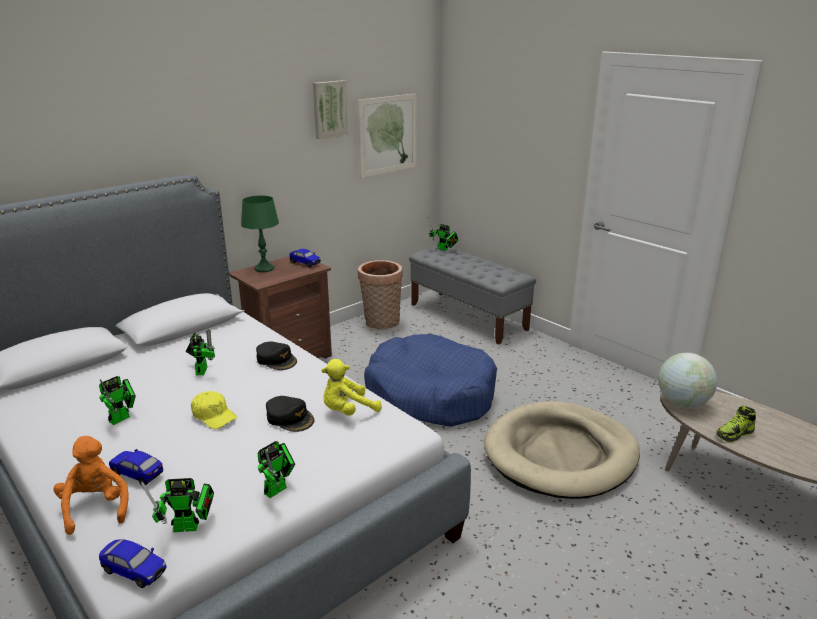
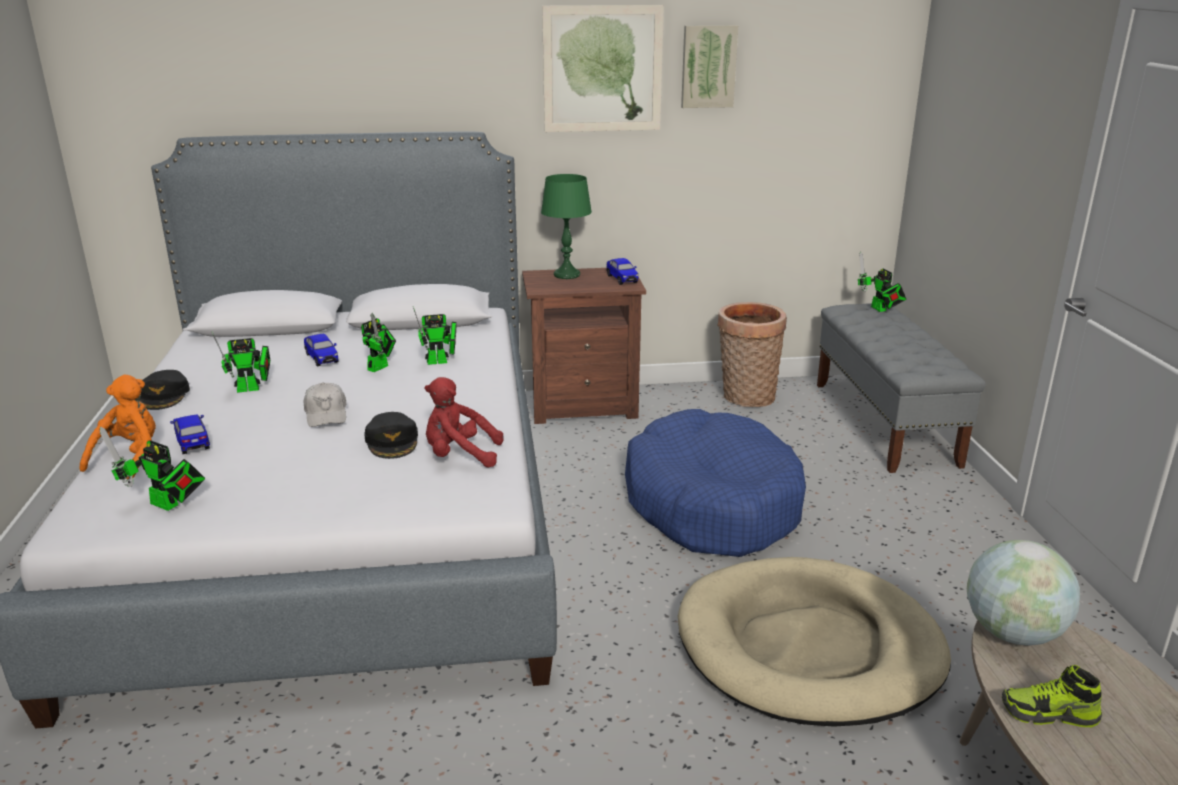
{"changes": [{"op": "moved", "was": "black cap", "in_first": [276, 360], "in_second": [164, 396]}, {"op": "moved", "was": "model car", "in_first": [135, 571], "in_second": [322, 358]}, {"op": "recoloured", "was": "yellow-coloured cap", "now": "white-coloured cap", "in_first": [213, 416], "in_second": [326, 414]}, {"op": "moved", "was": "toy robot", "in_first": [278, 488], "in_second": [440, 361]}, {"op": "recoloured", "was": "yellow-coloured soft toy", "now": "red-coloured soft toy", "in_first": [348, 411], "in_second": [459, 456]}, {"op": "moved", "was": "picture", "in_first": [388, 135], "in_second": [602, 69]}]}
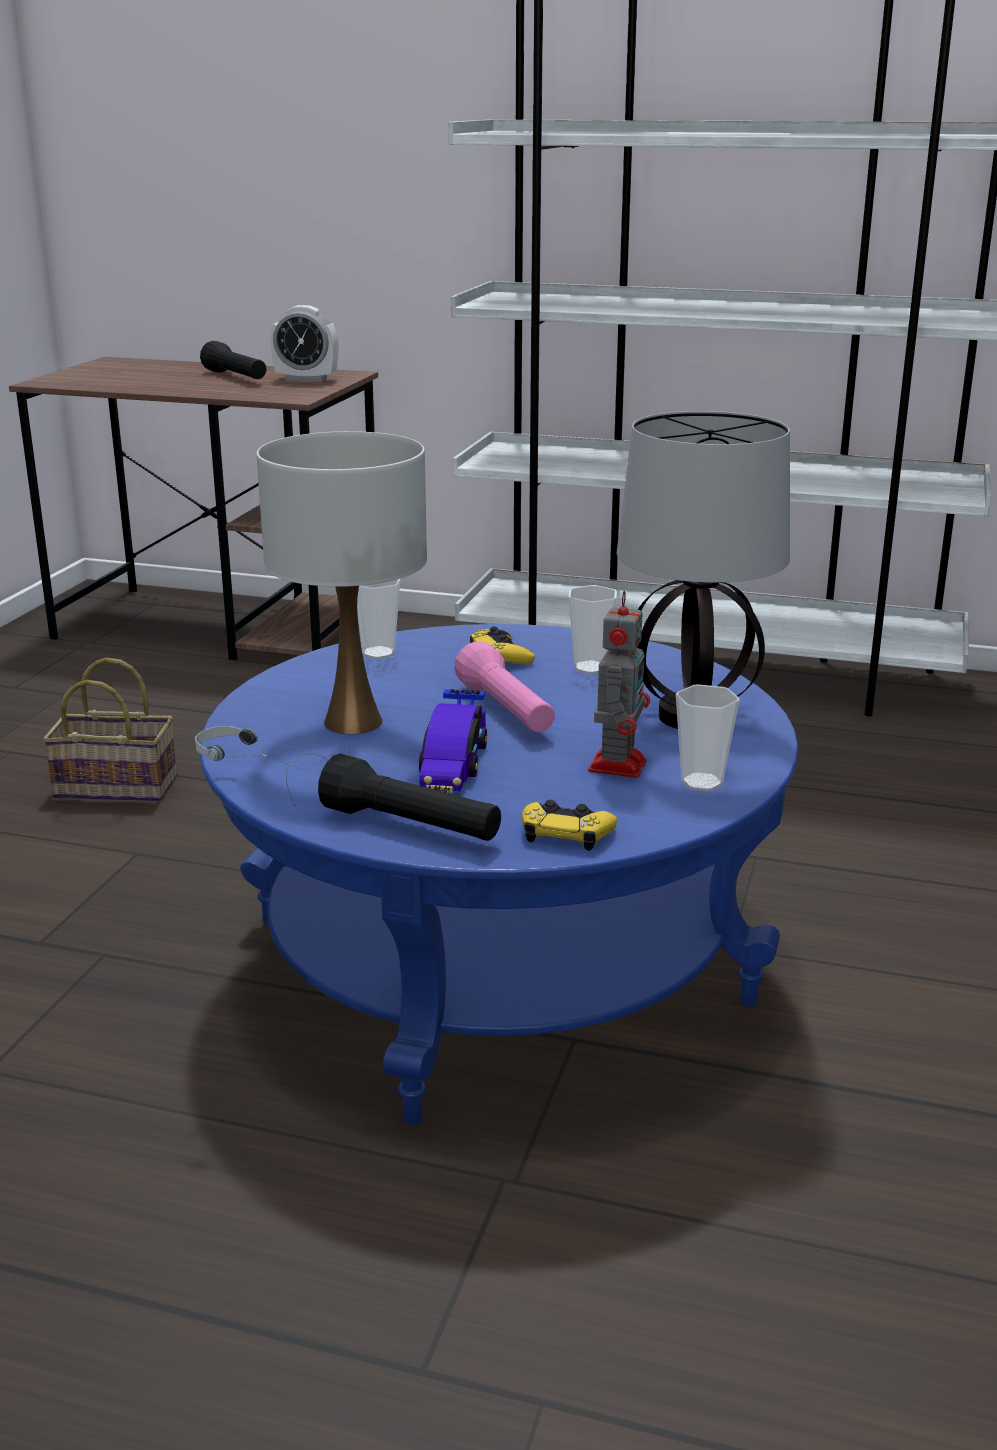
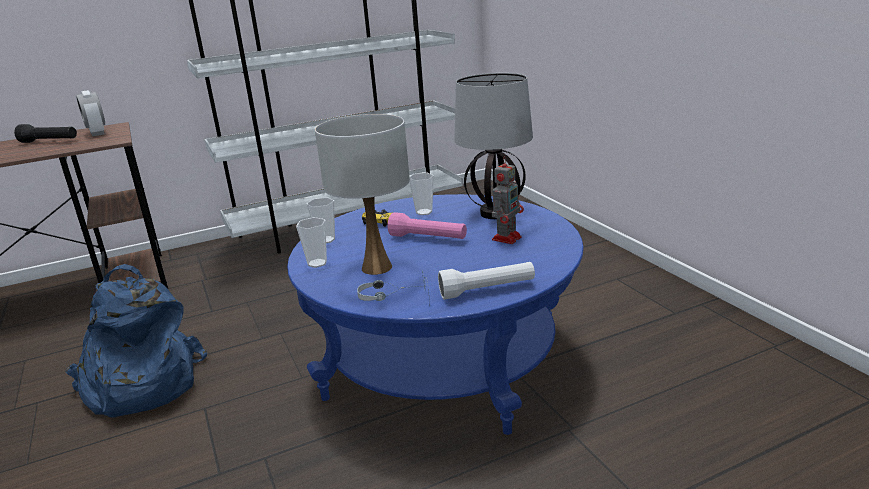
{"changes": [{"op": "replaced", "was": "household basket", "now": "bluish backpack", "in_first": [119, 786], "in_second": [140, 385]}, {"op": "turned", "was": "alarm clock", "in_first": [306, 379], "in_second": [97, 133], "clockwise": 90}, {"op": "moved", "was": "drinking cup", "in_first": [702, 783], "in_second": [317, 263]}, {"op": "recoloured", "was": "black hand torch", "now": "white-coloured hand torch", "in_first": [411, 827], "in_second": [487, 290]}, {"op": "turned", "was": "toy robot", "in_first": [618, 764], "in_second": [507, 238], "clockwise": 60}, {"op": "removed", "was": "model car", "in_first": [453, 762]}, {"op": "removed", "was": "yellow-coloured joypad", "in_first": [566, 833]}]}
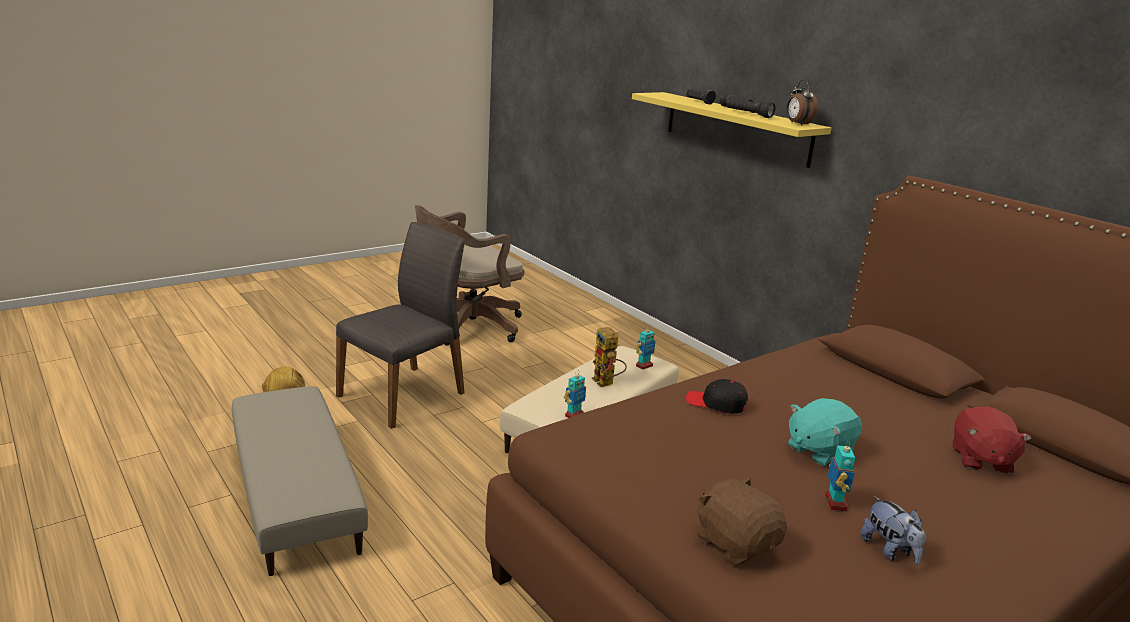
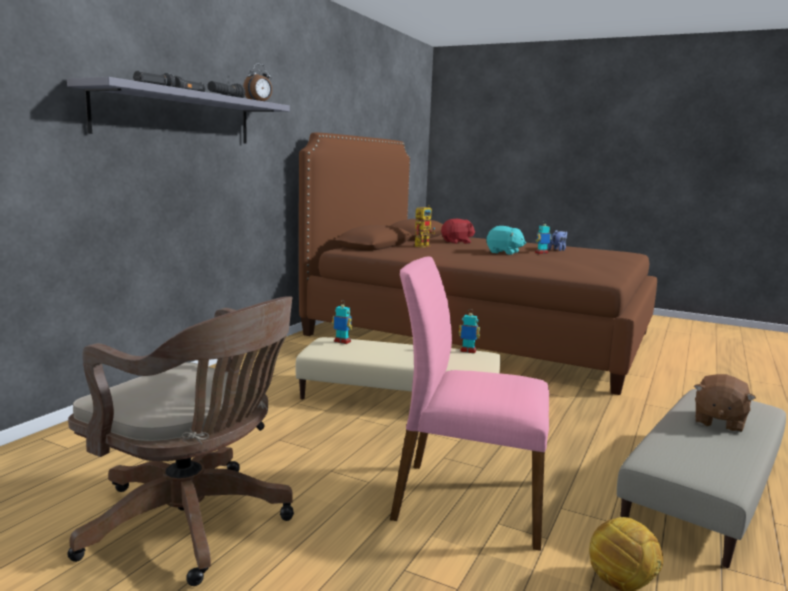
{"changes": [{"op": "recoloured", "was": "yellow-coloured wall shelf", "now": "grey wall shelf", "in_first": [736, 128], "in_second": [177, 116]}, {"op": "recoloured", "was": "grey upright chair", "now": "pinkish upright chair", "in_first": [404, 394], "in_second": [468, 500]}, {"op": "moved", "was": "toy robot", "in_first": [606, 383], "in_second": [423, 246]}, {"op": "moved", "was": "brownish soft toy", "in_first": [735, 544], "in_second": [718, 421]}, {"op": "removed", "was": "black cap", "in_first": [716, 404]}]}
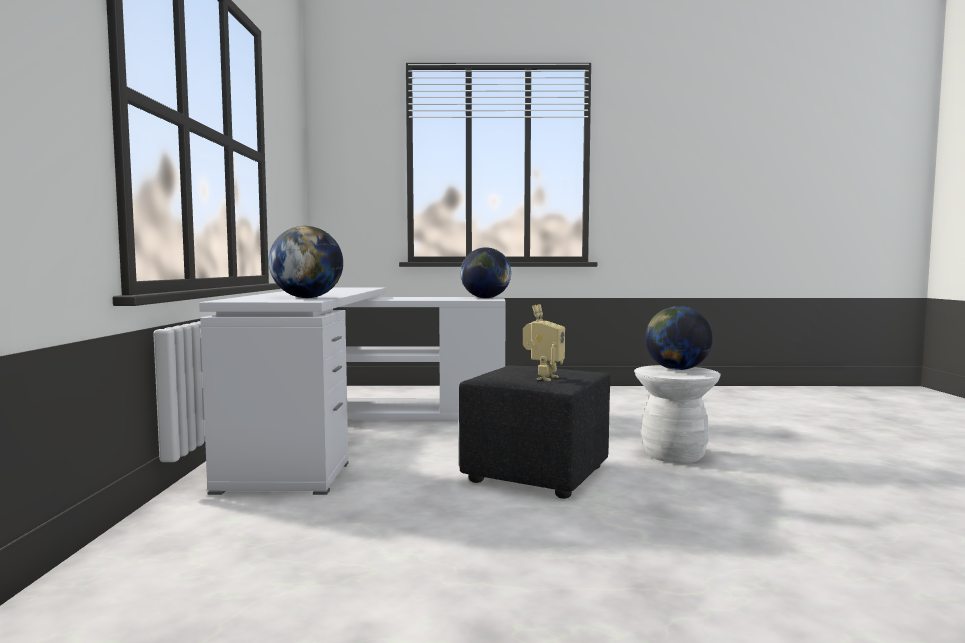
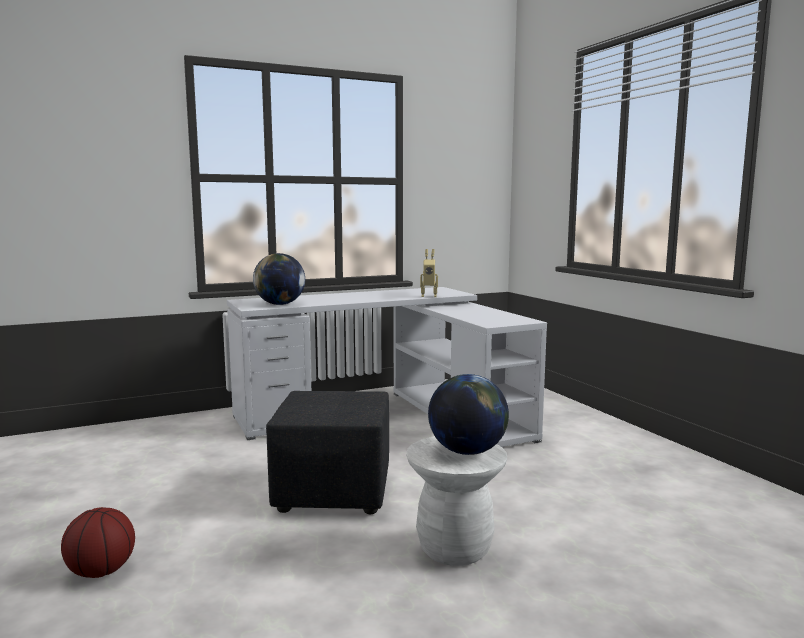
{"changes": [{"op": "added", "now": "ball for basketball", "in_second": [101, 571]}, {"op": "moved", "was": "toy robot", "in_first": [543, 378], "in_second": [429, 296]}, {"op": "removed", "was": "globe", "in_first": [485, 298]}]}
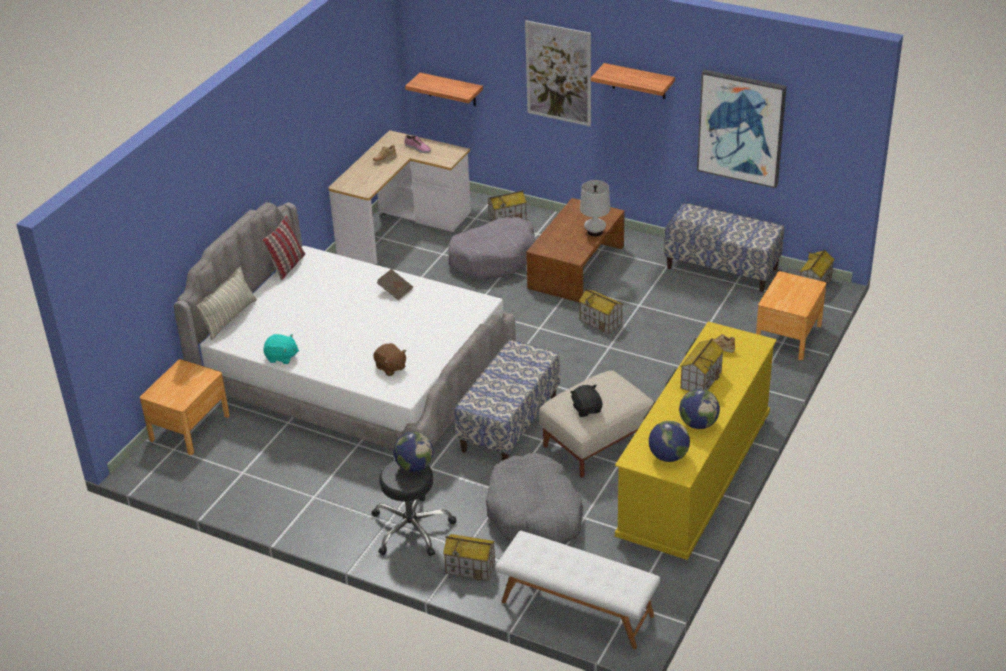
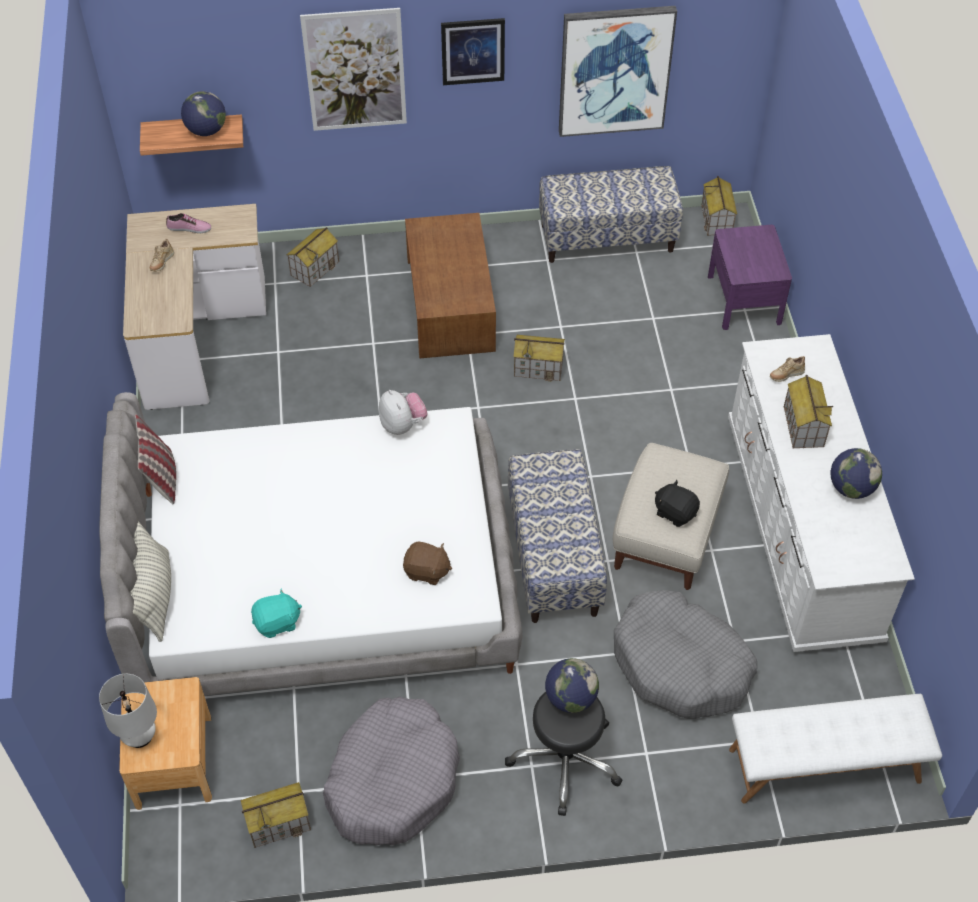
{"changes": [{"op": "moved", "was": "white-coloured table lamp", "in_first": [595, 232], "in_second": [139, 736]}, {"op": "moved", "was": "globe", "in_first": [668, 456], "in_second": [206, 131]}, {"op": "moved", "was": "toy house", "in_first": [470, 567], "in_second": [279, 823]}, {"op": "moved", "was": "grey dog bed", "in_first": [494, 258], "in_second": [392, 779]}, {"op": "added", "now": "soft toy", "in_second": [402, 425]}, {"op": "replaced", "was": "wall shelf", "now": "picture", "in_first": [639, 81], "in_second": [473, 51]}, {"op": "recoloured", "was": "brownish nightstand", "now": "purple-coloured nightstand", "in_first": [788, 336], "in_second": [744, 299]}, {"op": "recoloured", "was": "yellow-coloured dresser", "now": "white-coloured dresser", "in_first": [694, 477], "in_second": [800, 529]}, {"op": "removed", "was": "brownish book", "in_first": [395, 290]}]}
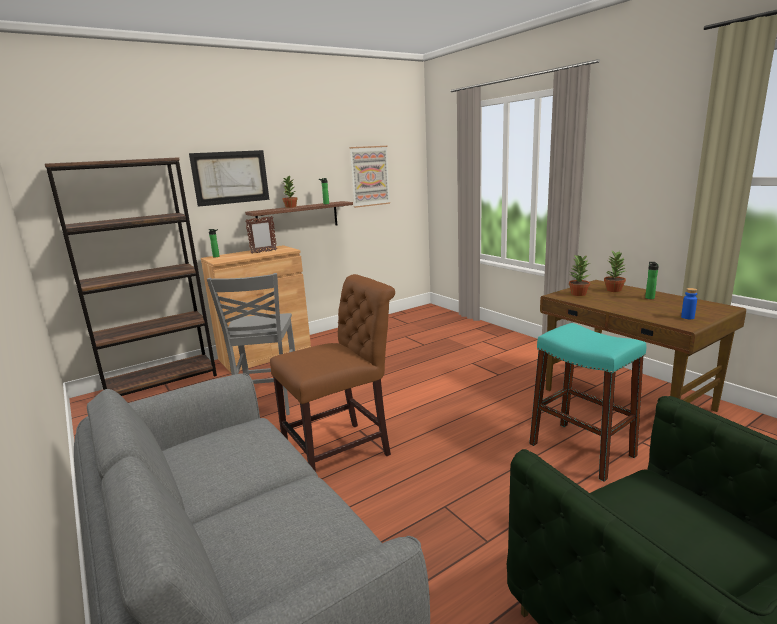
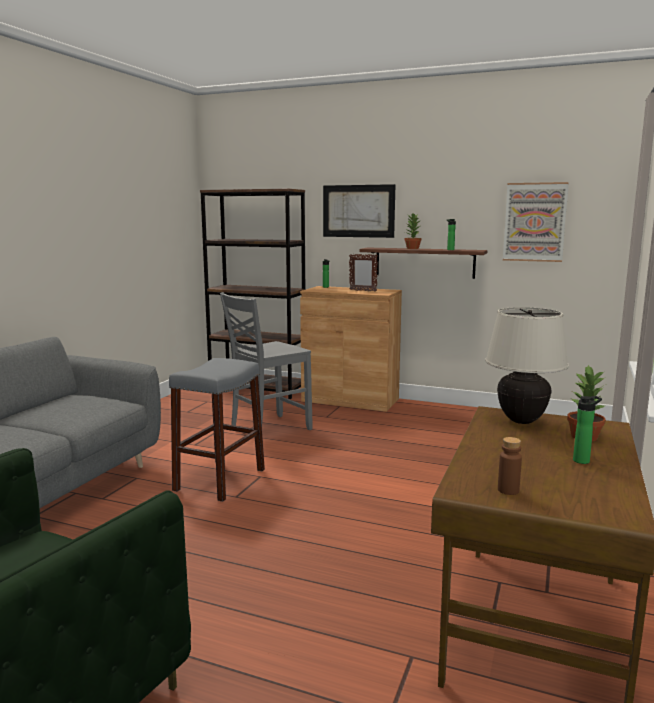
{"changes": [{"op": "replaced", "was": "brownish upright chair", "now": "grey sitting stool", "in_first": [342, 451], "in_second": [220, 480]}, {"op": "replaced", "was": "potted plant", "now": "sand-coloured table lamp", "in_first": [578, 294], "in_second": [521, 420]}, {"op": "recoloured", "was": "bluish drink bottle", "now": "brownish drink bottle", "in_first": [687, 317], "in_second": [508, 490]}, {"op": "removed", "was": "turquoise-coloured sitting stool", "in_first": [581, 449]}]}
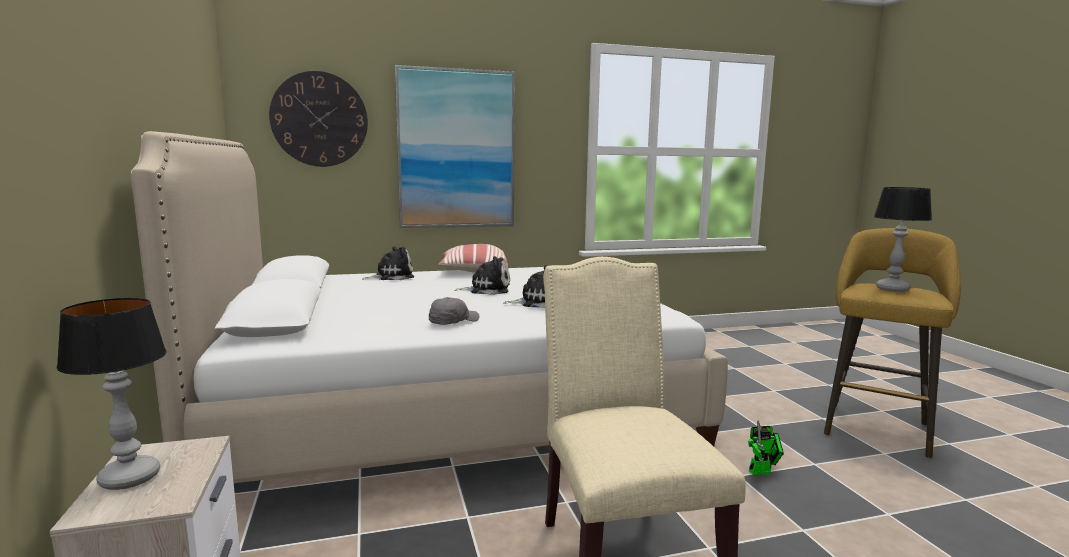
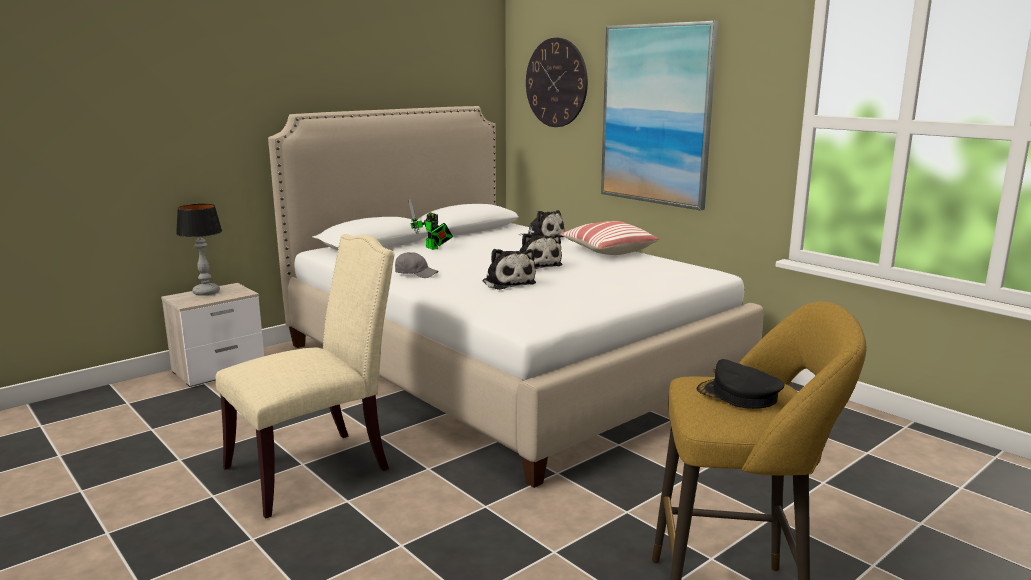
{"changes": [{"op": "moved", "was": "toy robot", "in_first": [763, 472], "in_second": [433, 248]}, {"op": "replaced", "was": "table lamp", "now": "black cap", "in_first": [893, 289], "in_second": [738, 395]}]}
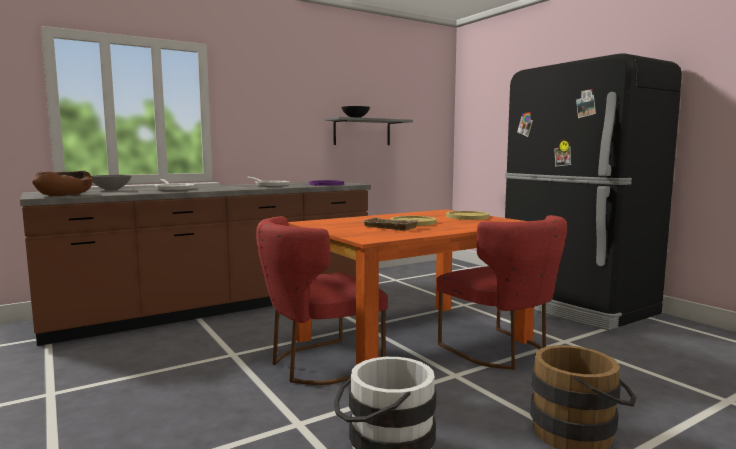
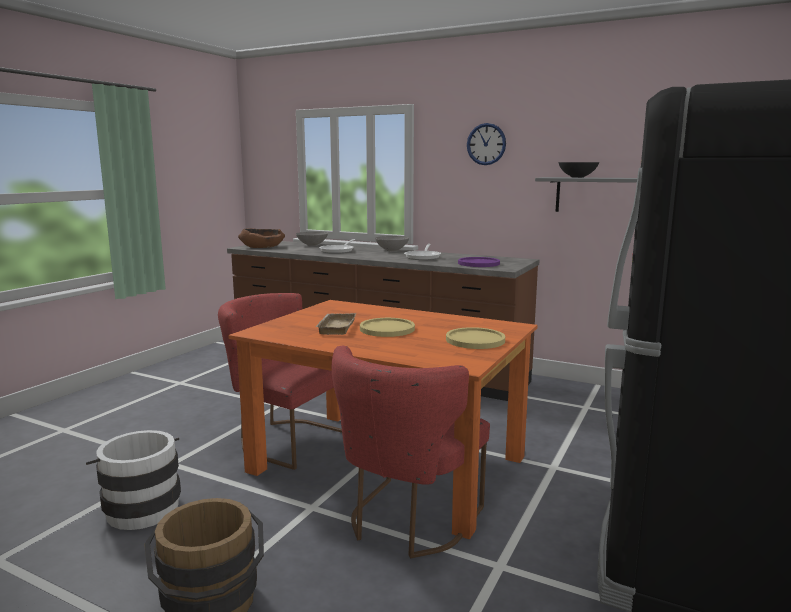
{"changes": [{"op": "added", "now": "grey deep dish", "in_second": [392, 250]}, {"op": "added", "now": "clock on the wall", "in_second": [486, 144]}]}
